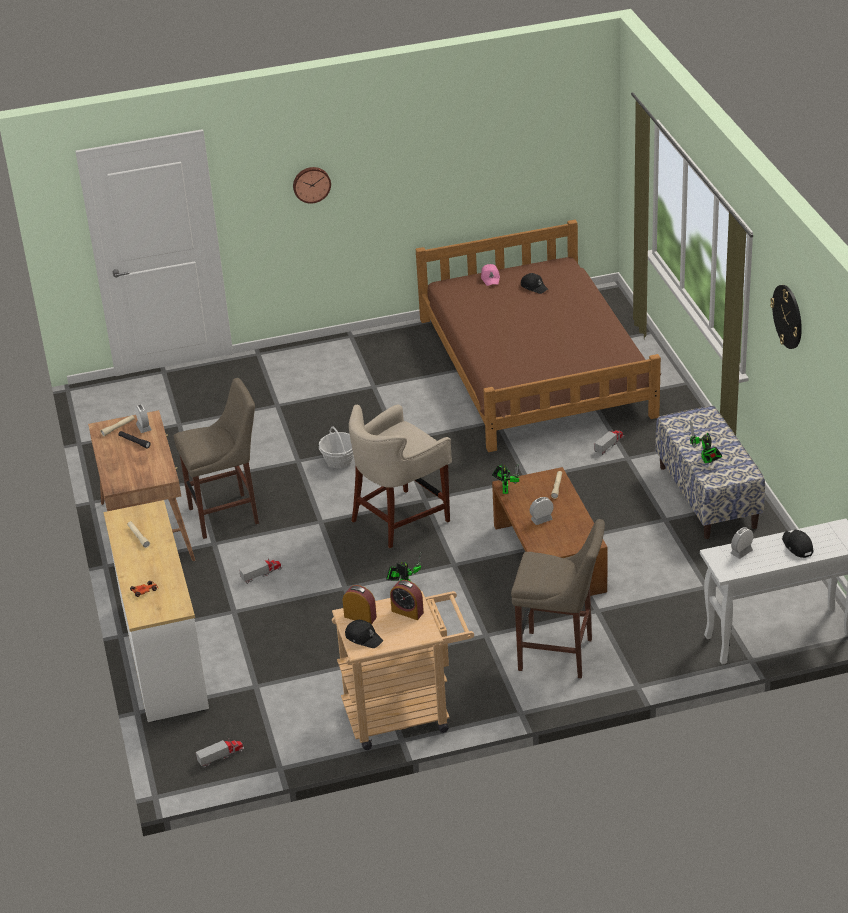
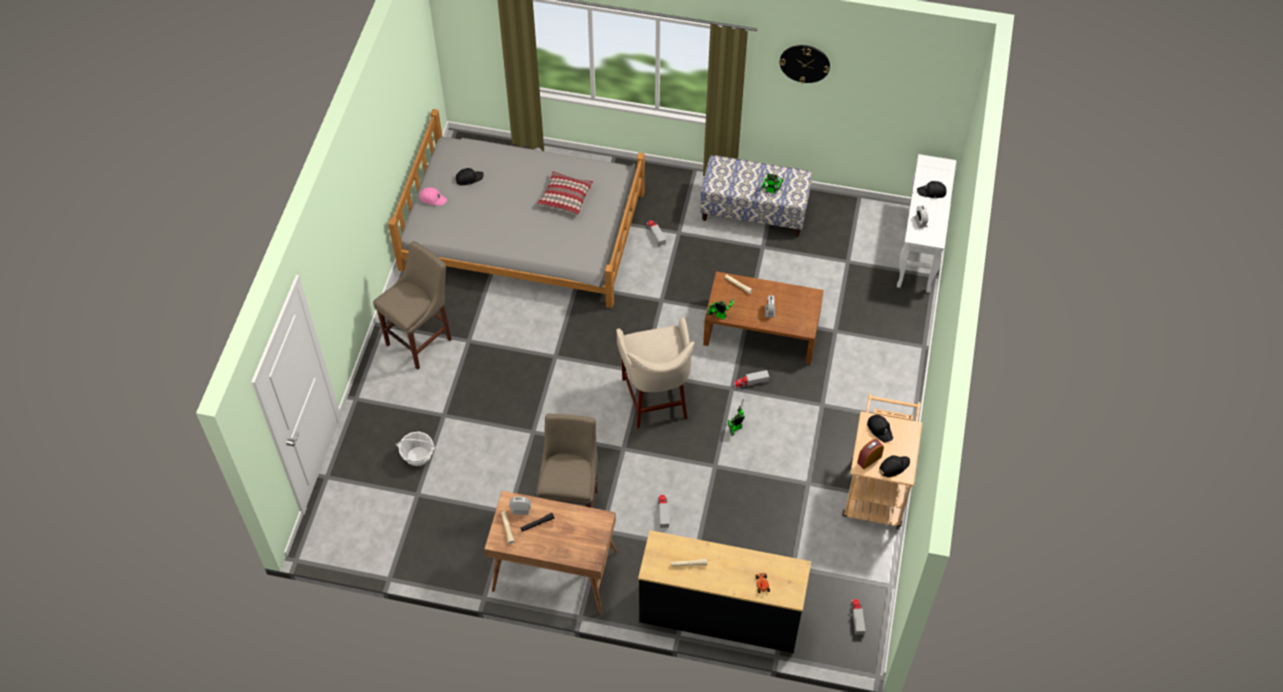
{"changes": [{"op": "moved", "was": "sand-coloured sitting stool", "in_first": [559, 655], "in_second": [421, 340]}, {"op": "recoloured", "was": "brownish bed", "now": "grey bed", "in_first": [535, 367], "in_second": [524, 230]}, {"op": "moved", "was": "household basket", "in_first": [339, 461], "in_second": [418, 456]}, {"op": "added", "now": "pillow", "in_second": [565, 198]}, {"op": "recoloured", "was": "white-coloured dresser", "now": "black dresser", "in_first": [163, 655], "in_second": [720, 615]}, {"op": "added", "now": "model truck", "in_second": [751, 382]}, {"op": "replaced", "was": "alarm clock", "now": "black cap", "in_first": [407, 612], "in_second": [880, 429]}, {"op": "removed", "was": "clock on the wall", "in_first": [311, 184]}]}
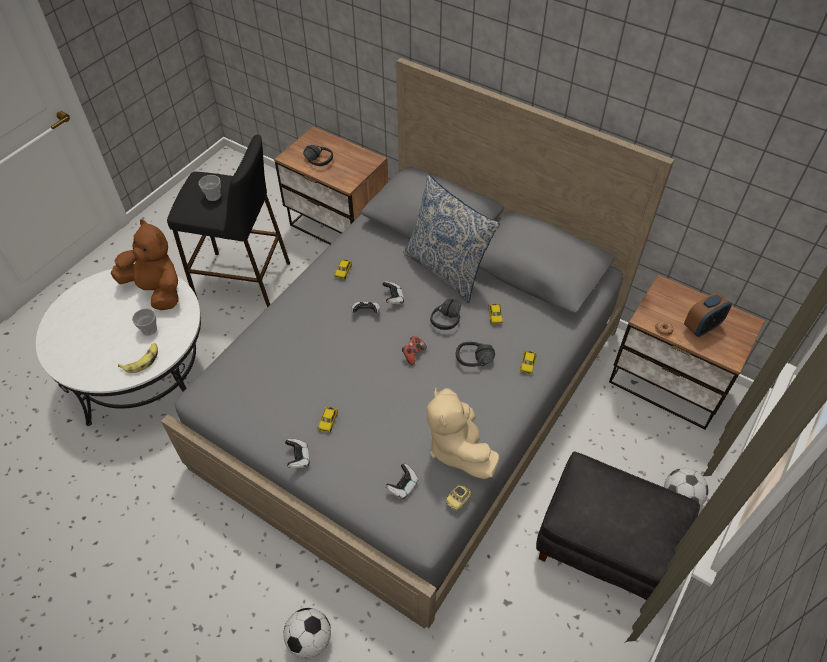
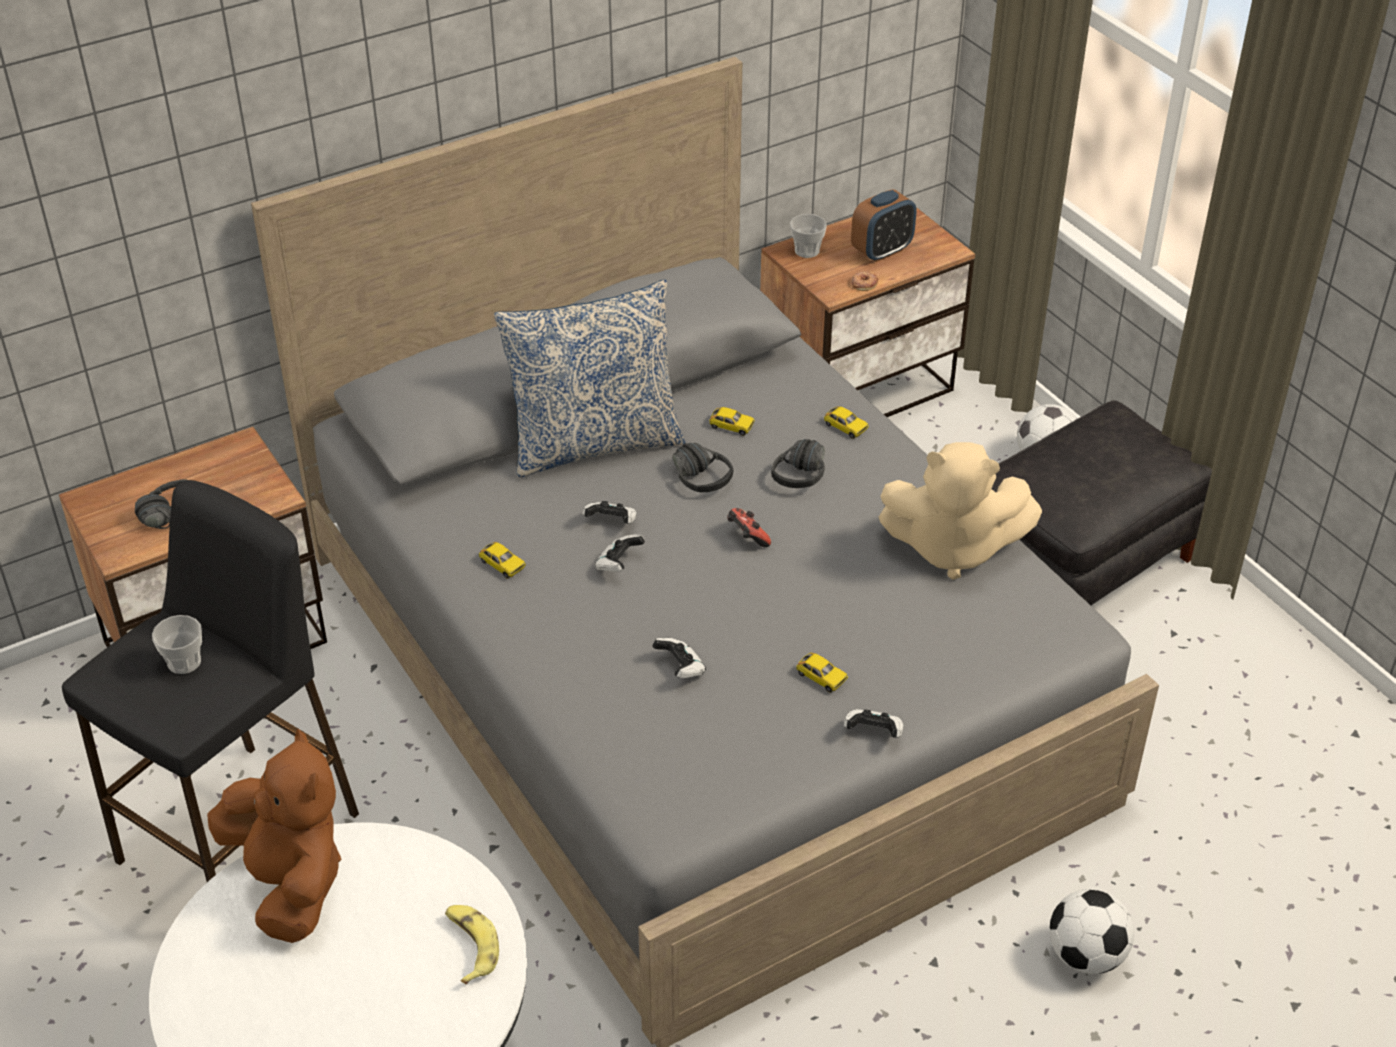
{"changes": [{"op": "turned", "was": "brownish soft toy", "in_first": [157, 290], "in_second": [290, 882], "clockwise": 90}, {"op": "moved", "was": "joypad", "in_first": [403, 486], "in_second": [680, 668]}, {"op": "moved", "was": "drinking cup", "in_first": [149, 329], "in_second": [807, 251]}, {"op": "turned", "was": "alarm clock", "in_first": [701, 327], "in_second": [882, 251], "clockwise": 60}, {"op": "removed", "was": "model car", "in_first": [458, 500]}]}
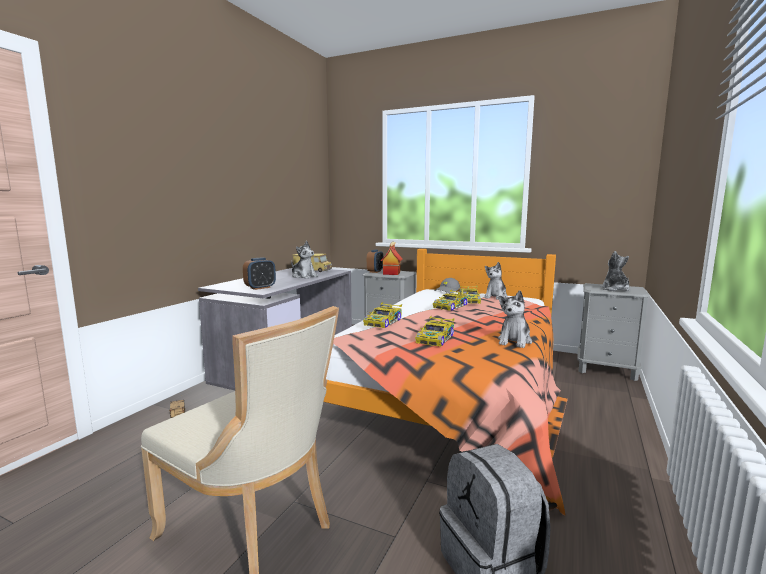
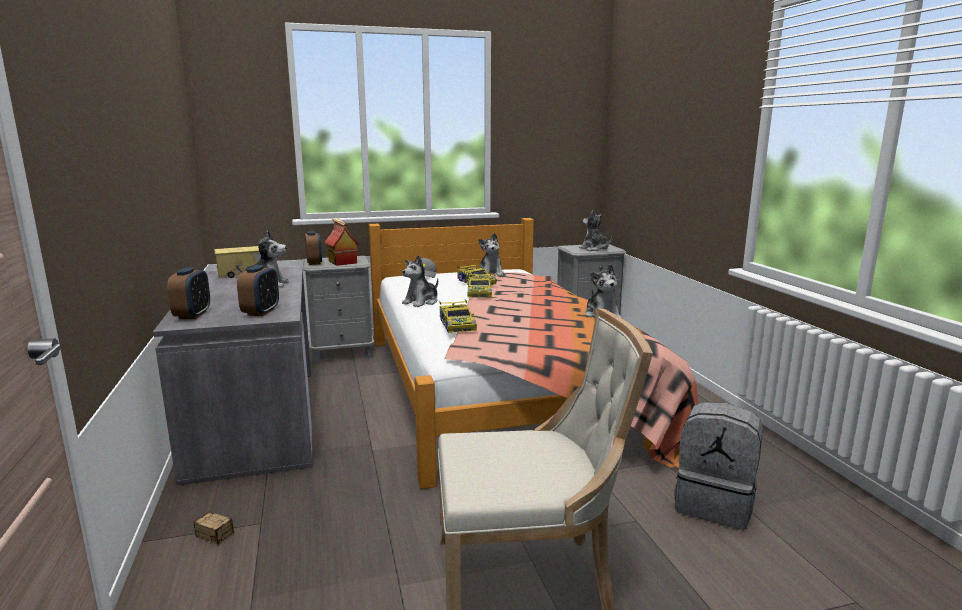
{"changes": [{"op": "added", "now": "alarm clock", "in_second": [192, 315]}, {"op": "added", "now": "soft toy", "in_second": [421, 302]}, {"op": "removed", "was": "model car", "in_first": [435, 338]}]}
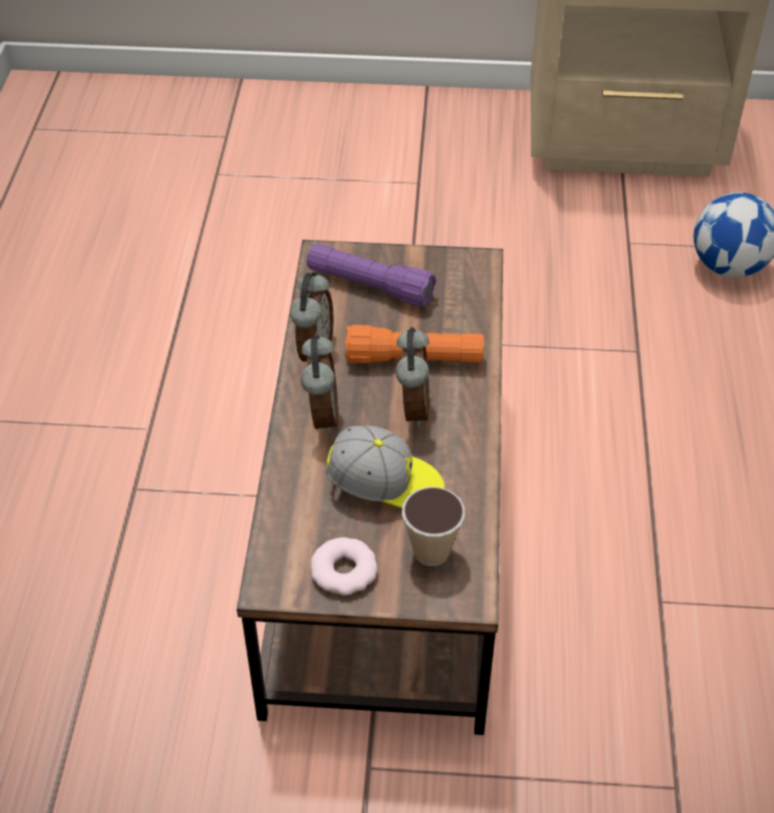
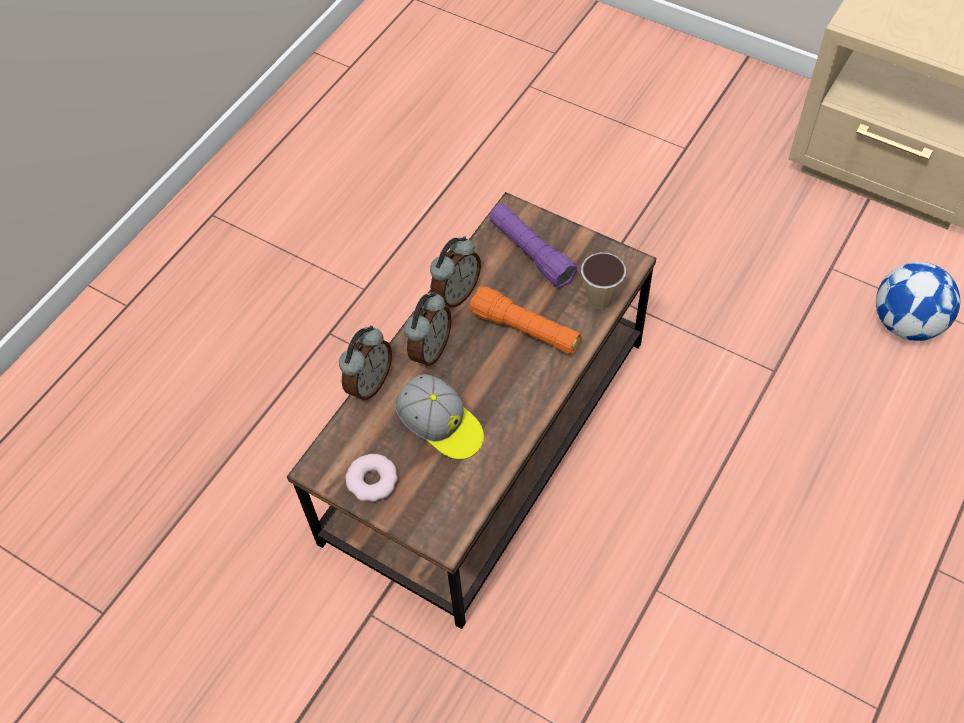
{"changes": [{"op": "moved", "was": "alarm clock", "in_first": [412, 409], "in_second": [369, 383]}, {"op": "moved", "was": "drinking cup", "in_first": [431, 551], "in_second": [600, 298]}]}
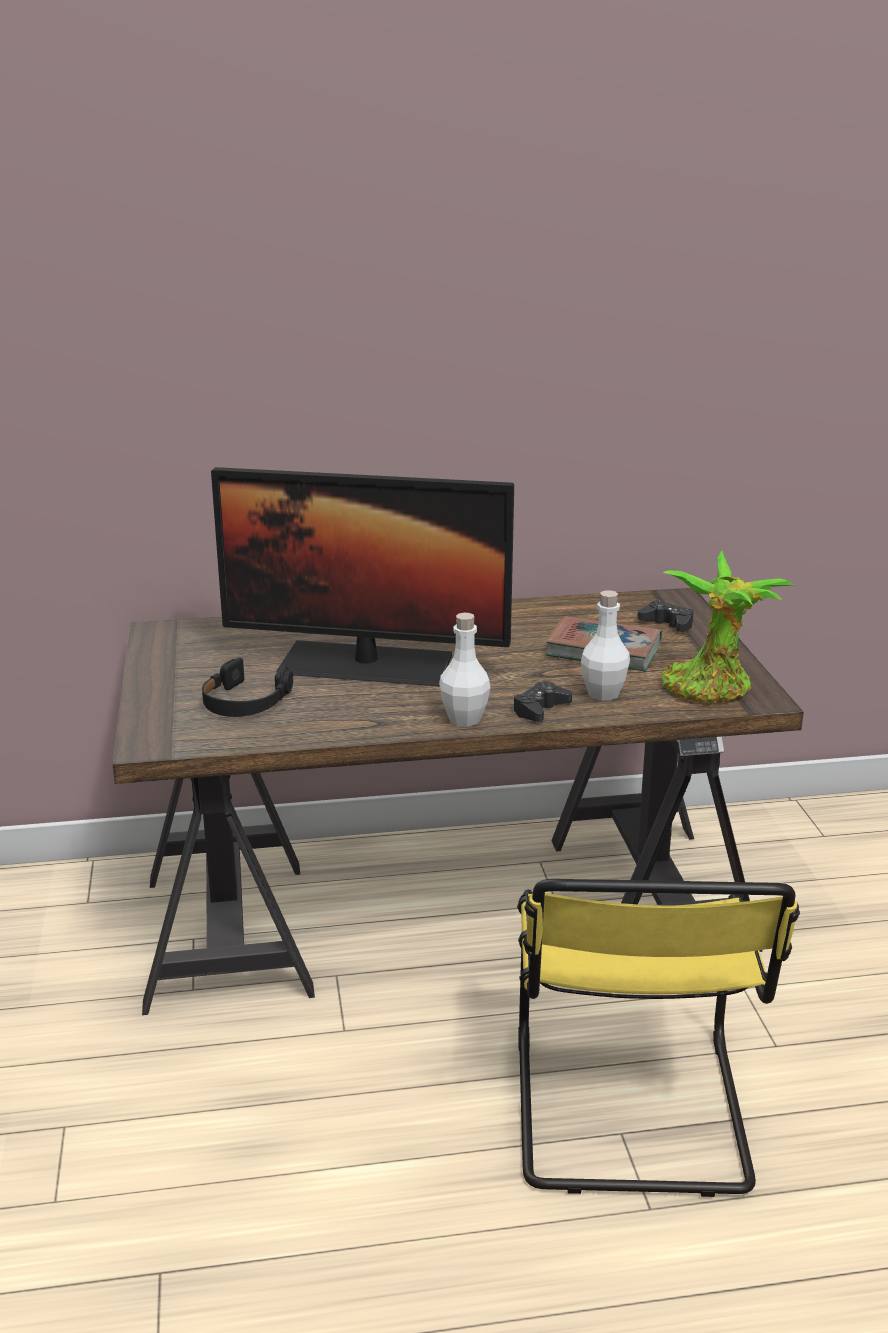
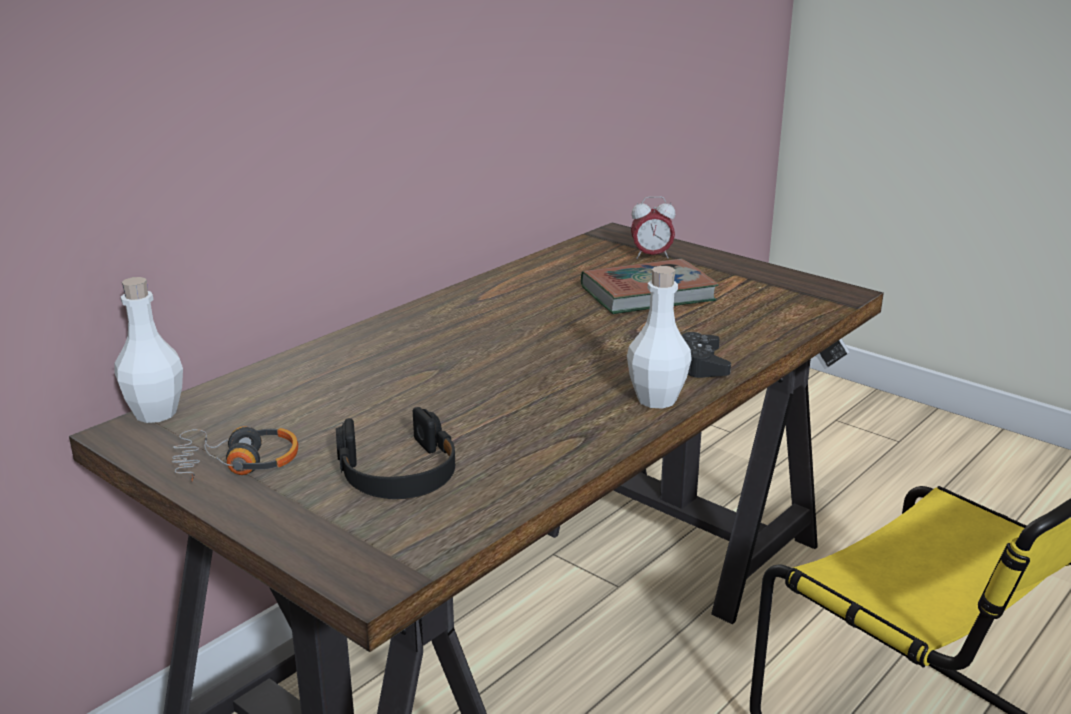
{"changes": [{"op": "moved", "was": "white-coloured drink bottle", "in_first": [603, 694], "in_second": [155, 413]}, {"op": "added", "now": "headset", "in_second": [236, 464]}, {"op": "replaced", "was": "black joypad", "now": "alarm clock", "in_first": [667, 623], "in_second": [651, 256]}, {"op": "removed", "was": "monitor", "in_first": [365, 664]}, {"op": "removed", "was": "potted plant", "in_first": [711, 690]}]}
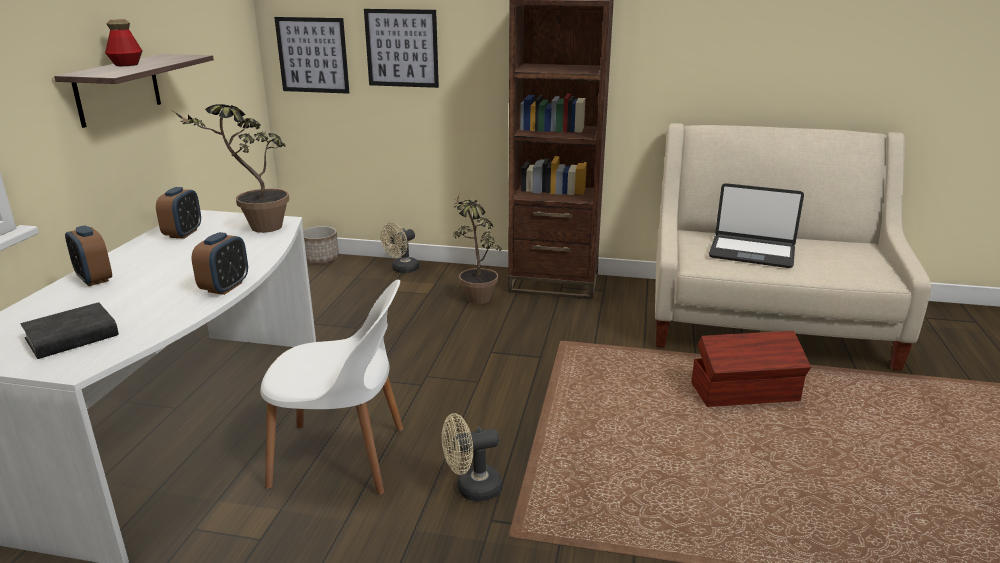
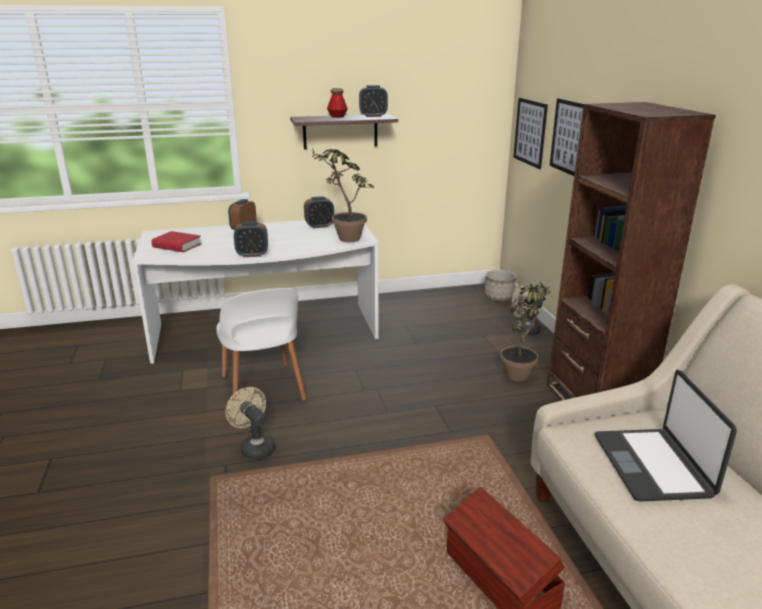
{"changes": [{"op": "recoloured", "was": "black book", "now": "red-coloured book", "in_first": [72, 337], "in_second": [177, 246]}, {"op": "added", "now": "alarm clock", "in_second": [373, 116]}]}
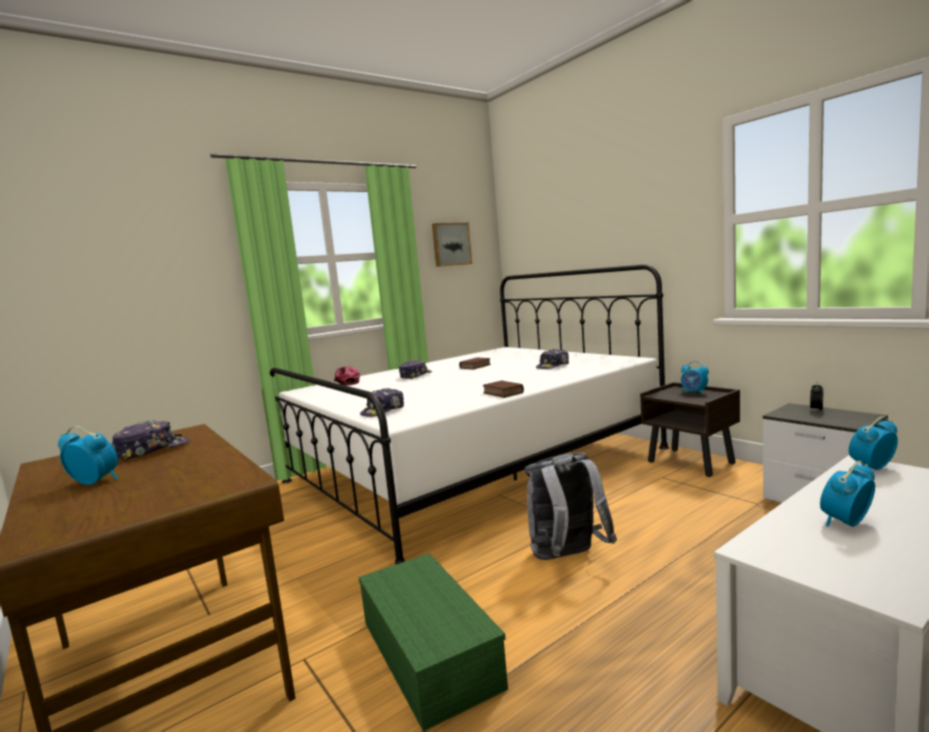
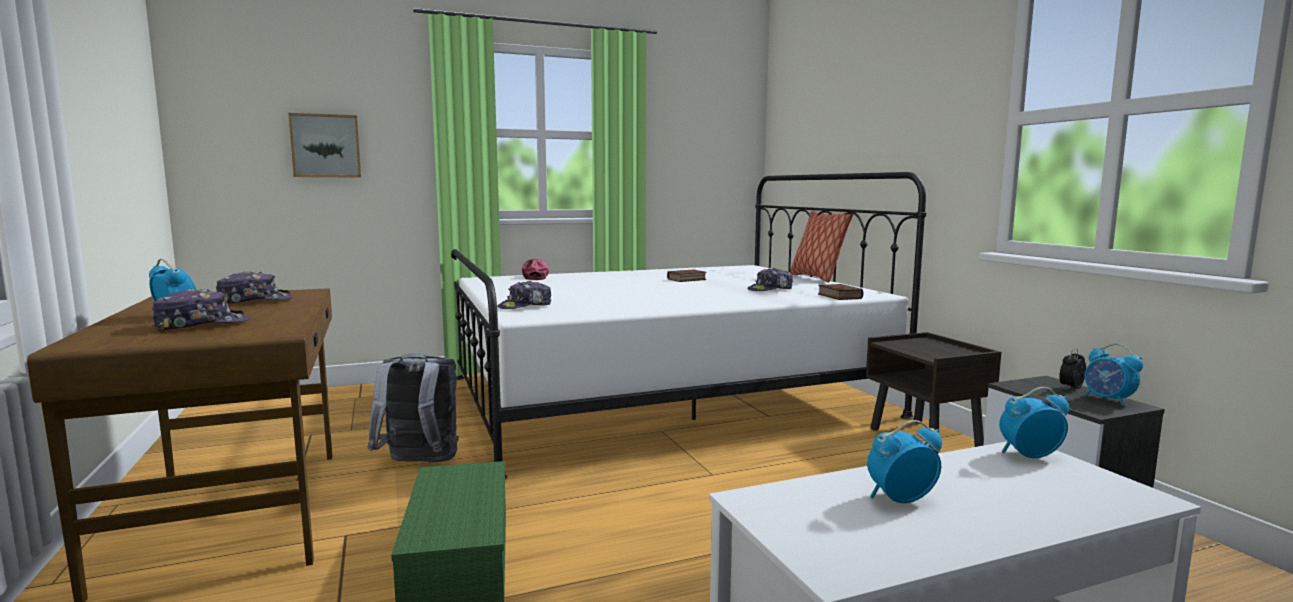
{"changes": [{"op": "moved", "was": "cap", "in_first": [415, 375], "in_second": [202, 325]}, {"op": "moved", "was": "picture", "in_first": [451, 244], "in_second": [326, 146]}, {"op": "moved", "was": "grey backpack", "in_first": [567, 558], "in_second": [419, 464]}, {"op": "added", "now": "pillow", "in_second": [817, 278]}, {"op": "moved", "was": "book", "in_first": [501, 393], "in_second": [838, 296]}, {"op": "moved", "was": "alarm clock", "in_first": [694, 392], "in_second": [1108, 400]}]}
